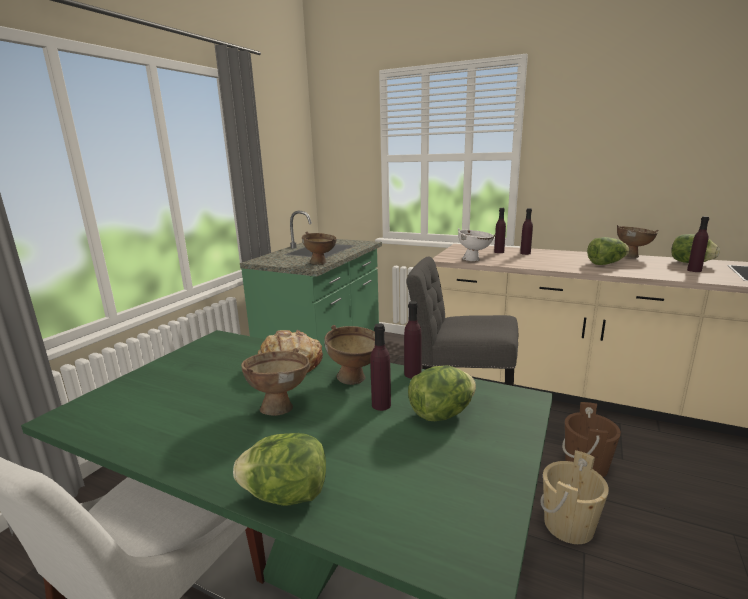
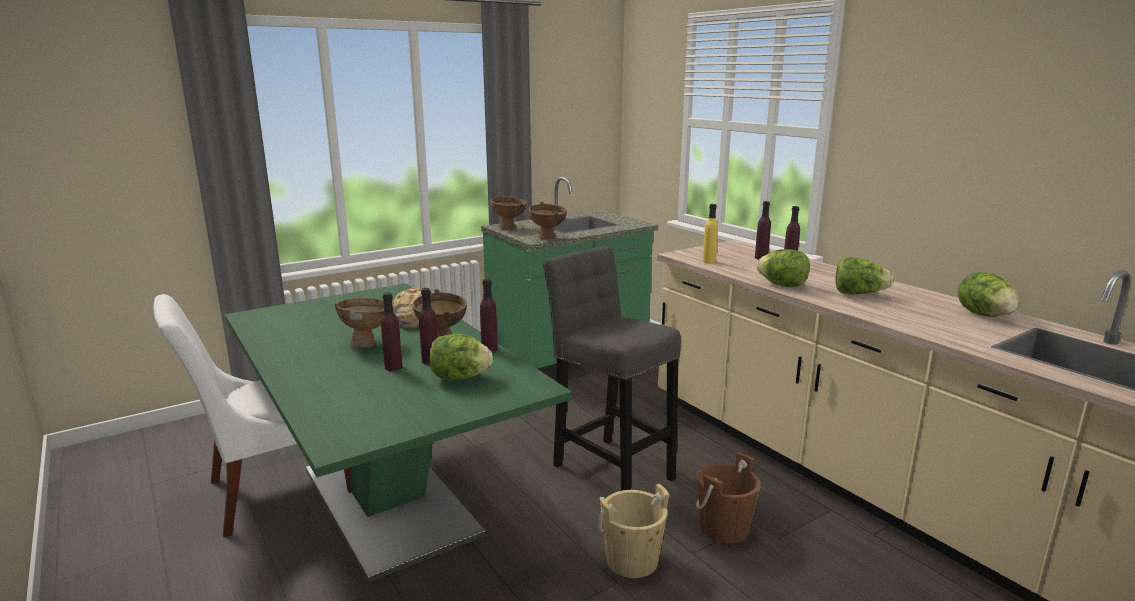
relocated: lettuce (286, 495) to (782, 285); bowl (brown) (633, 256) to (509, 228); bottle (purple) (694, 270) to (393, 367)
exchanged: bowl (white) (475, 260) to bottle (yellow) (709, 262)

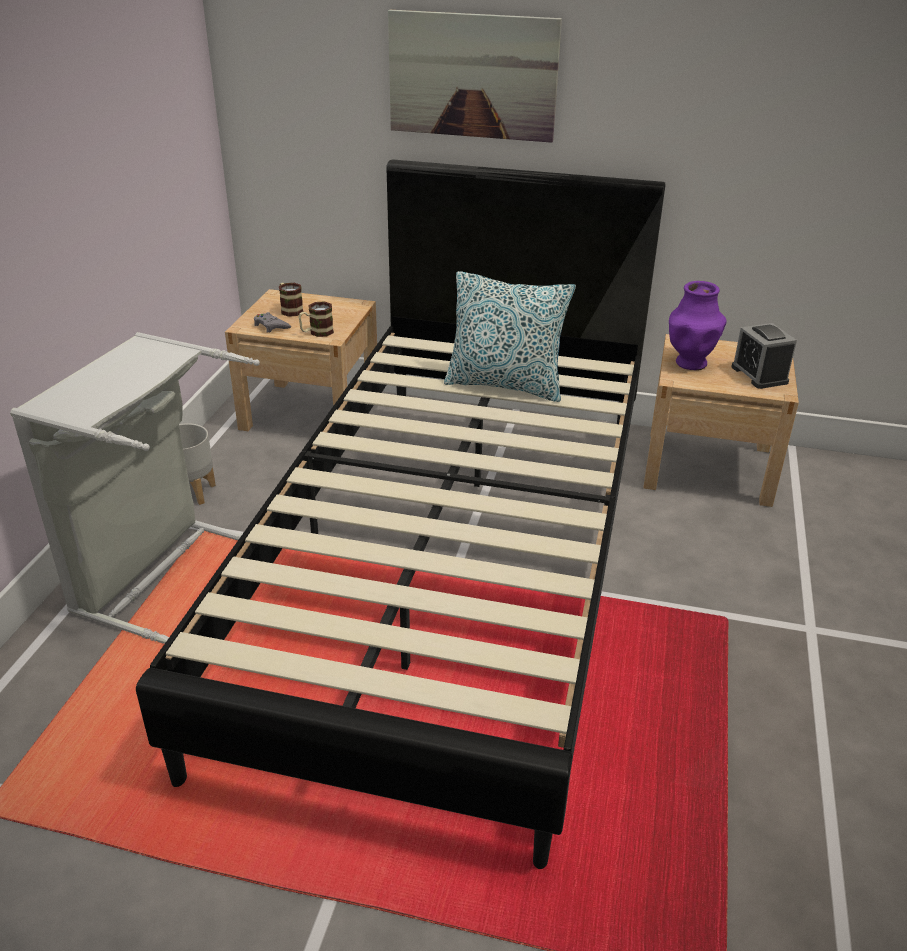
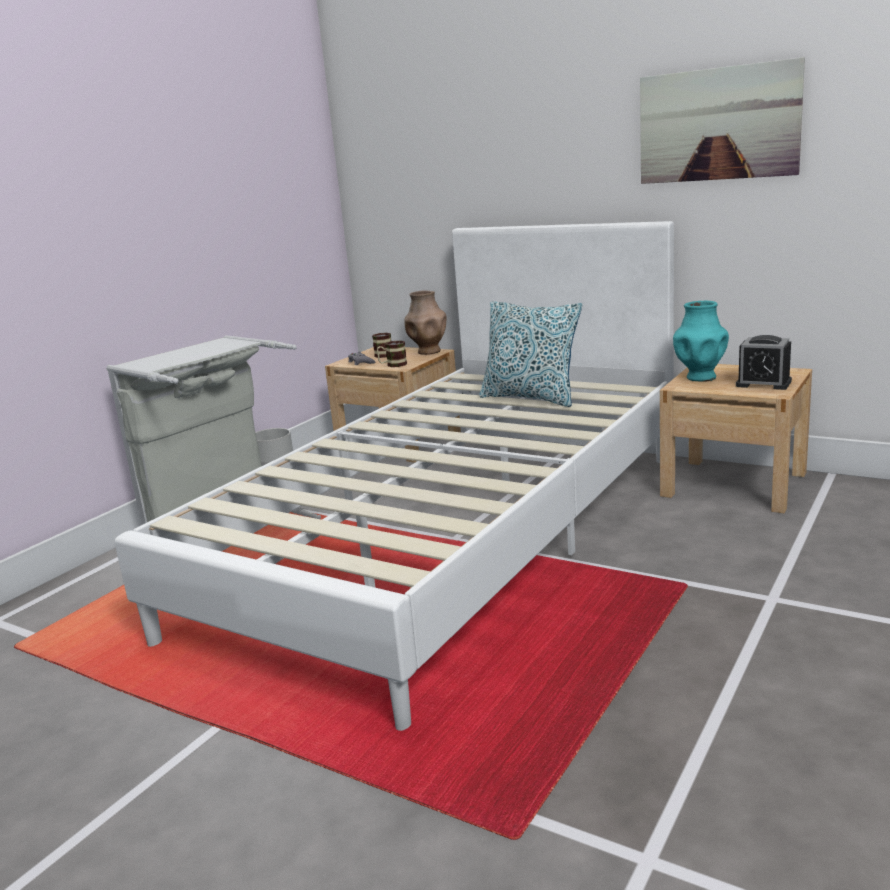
appeared: vase (brown) (428, 352)
relocated: picture (472, 76) to (718, 124)
colour: bed (black) (452, 565) to bed (white) (453, 536); vase (purple) (690, 363) to vase (turquoise) (700, 377)
spun: alarm clock (759, 375) = (763, 383) 60 degrees counterclockwise

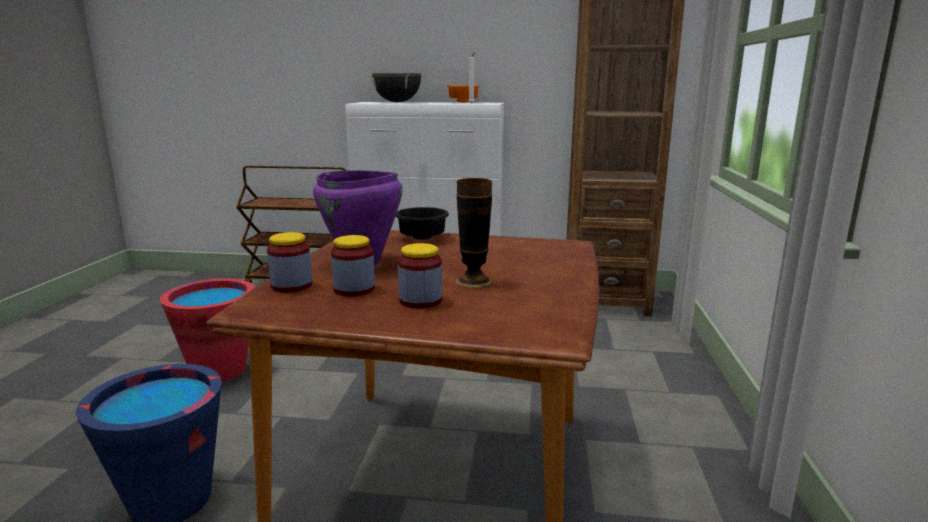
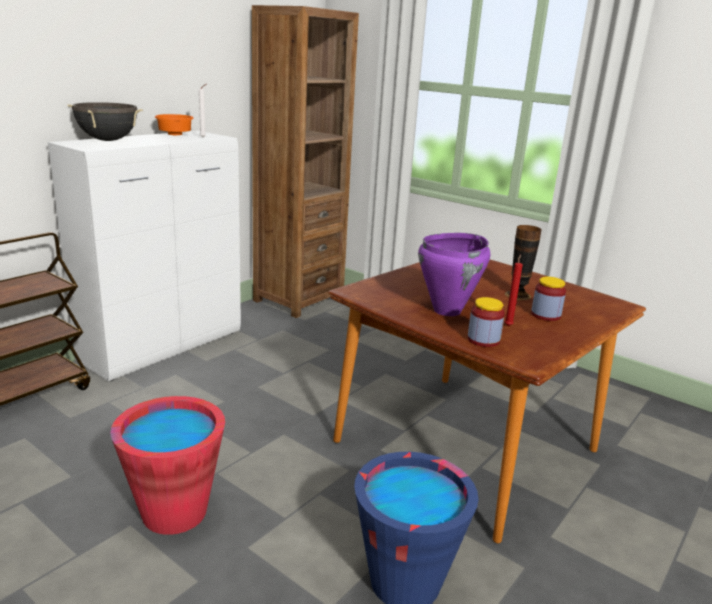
missing: bowl (black) (422, 238)
exchanged: jar (354, 289) to candle (red) (508, 325)

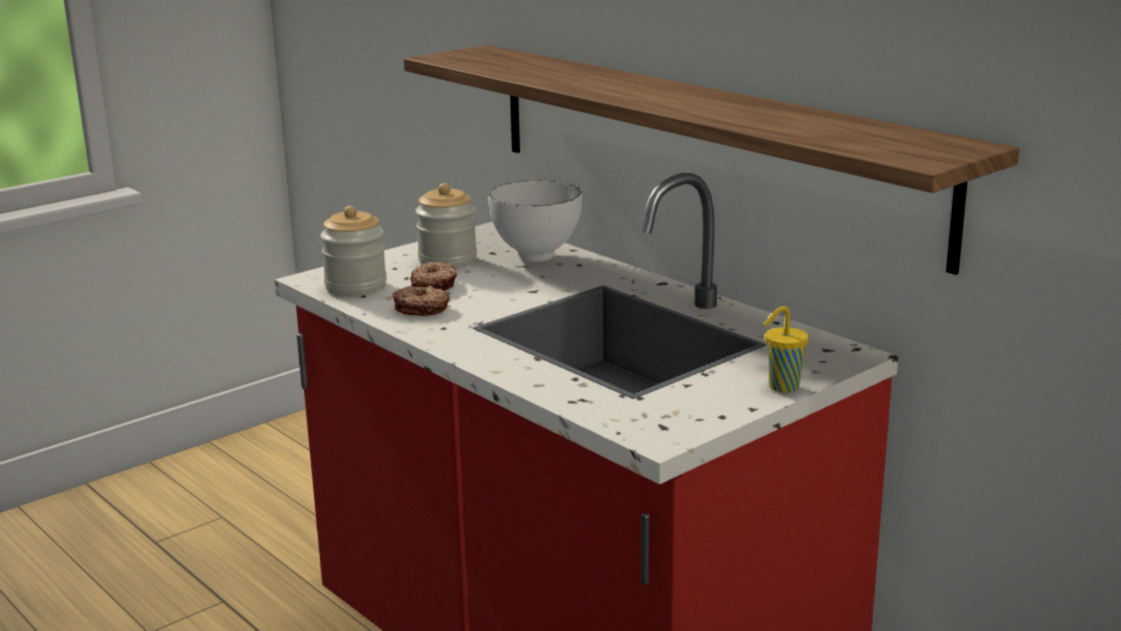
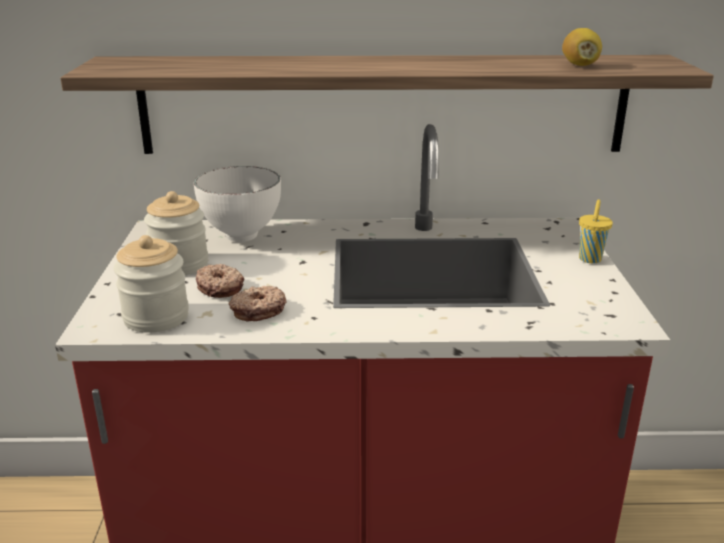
appeared: lemon (580, 65)

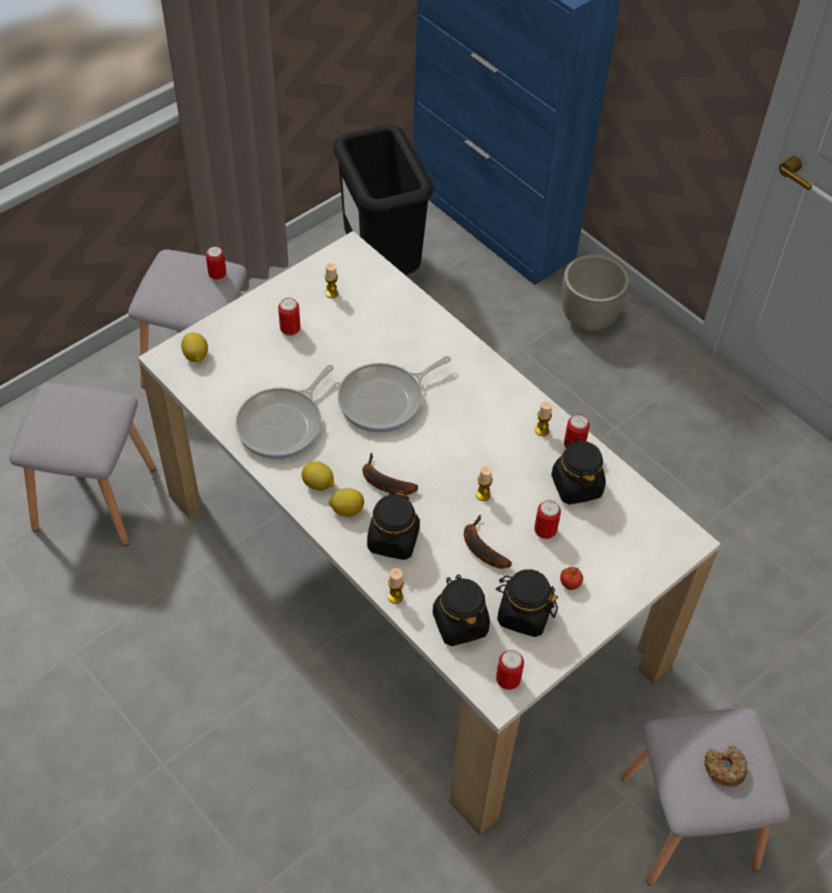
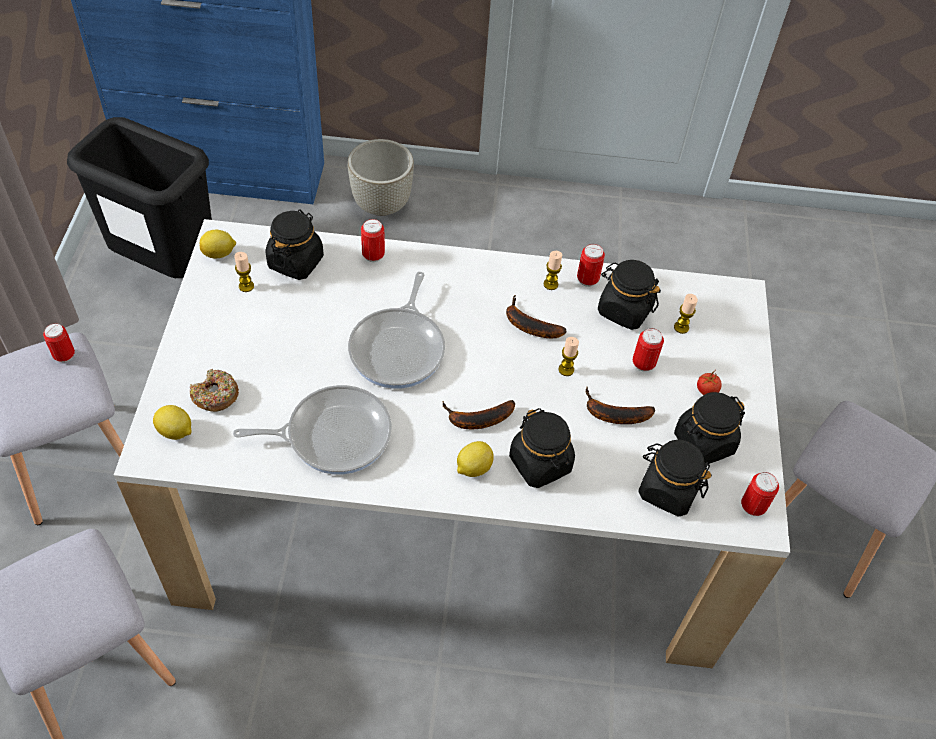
appeared: jar (black) (296, 261); banana (528, 325)
relocated: can (290, 330) to (373, 255); lemon (318, 484) to (219, 254); candle (395, 597) to (681, 327); donut (724, 768) to (215, 396)
spun: frying pan (283, 424) = (333, 434) 90 degrees counterclockwise

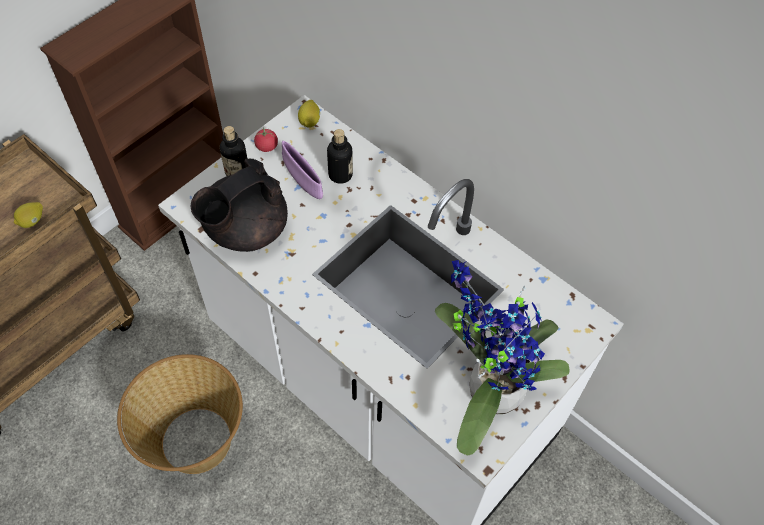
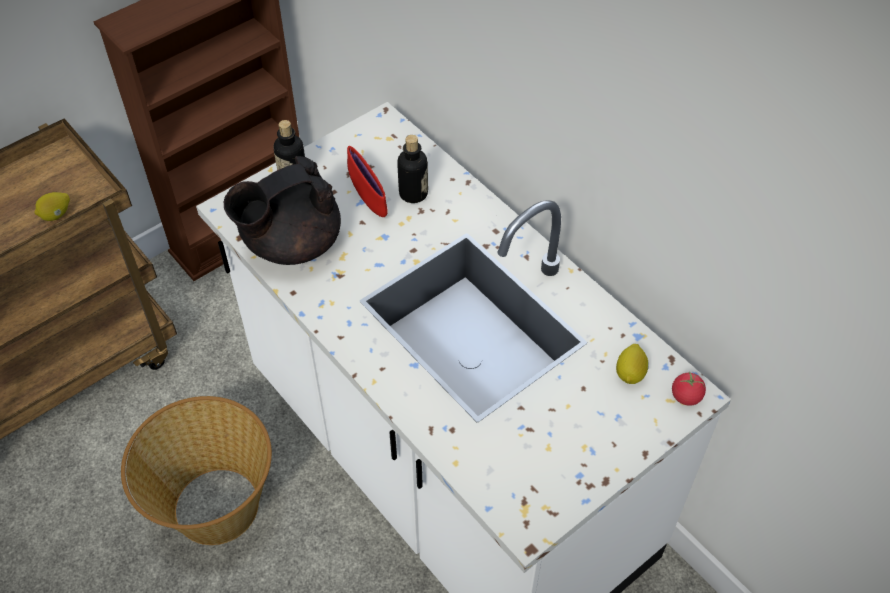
missing: potted plant (487, 389)
relocated: tomato (267, 146) to (686, 396); lemon (310, 121) to (630, 373)
colour: bowl (purple) (303, 181) to bowl (red) (367, 197)

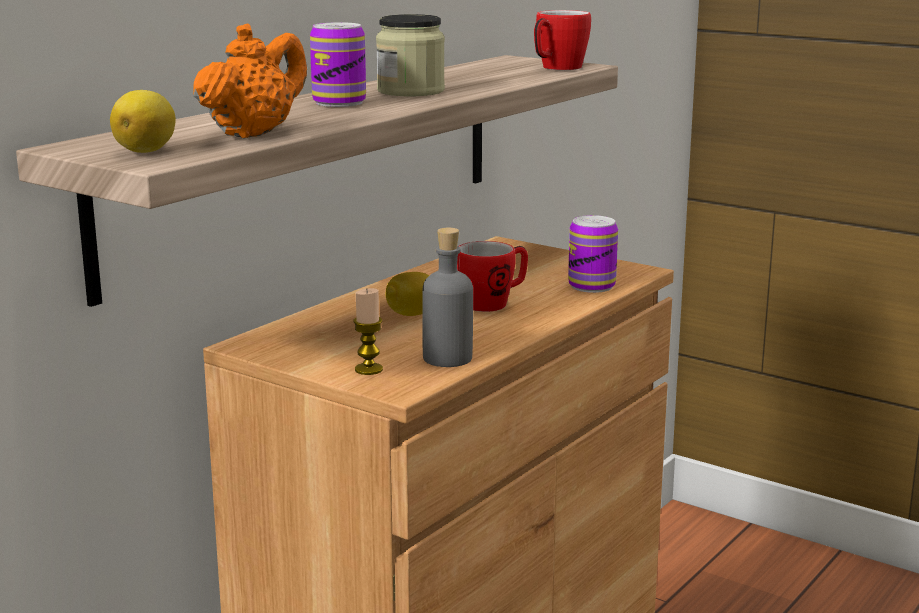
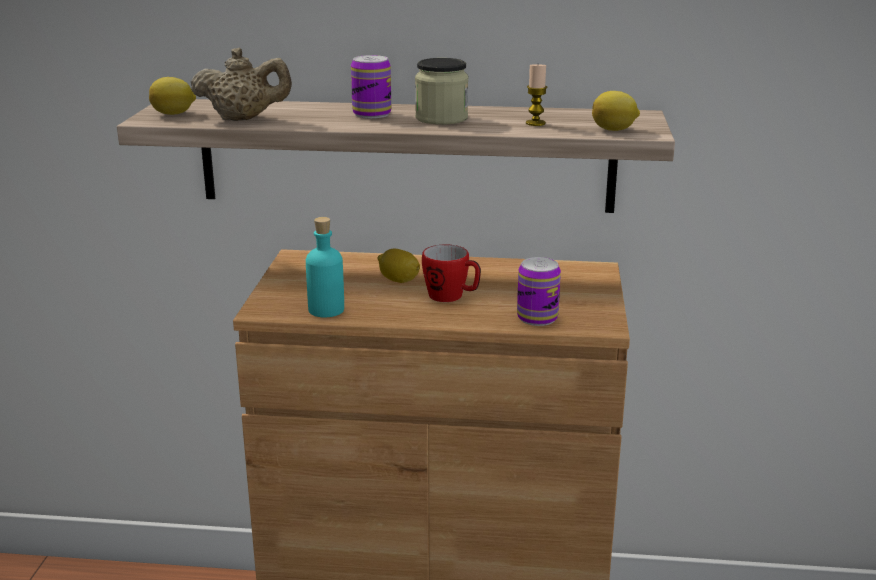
relocated: candle (368, 369) to (535, 123)
exchanged: mug (556, 68) to lemon (614, 130)
colour: teapot (orange) (253, 134) to teapot (beige) (244, 119); bottle (grey) (447, 358) to bottle (turquoise) (326, 310)

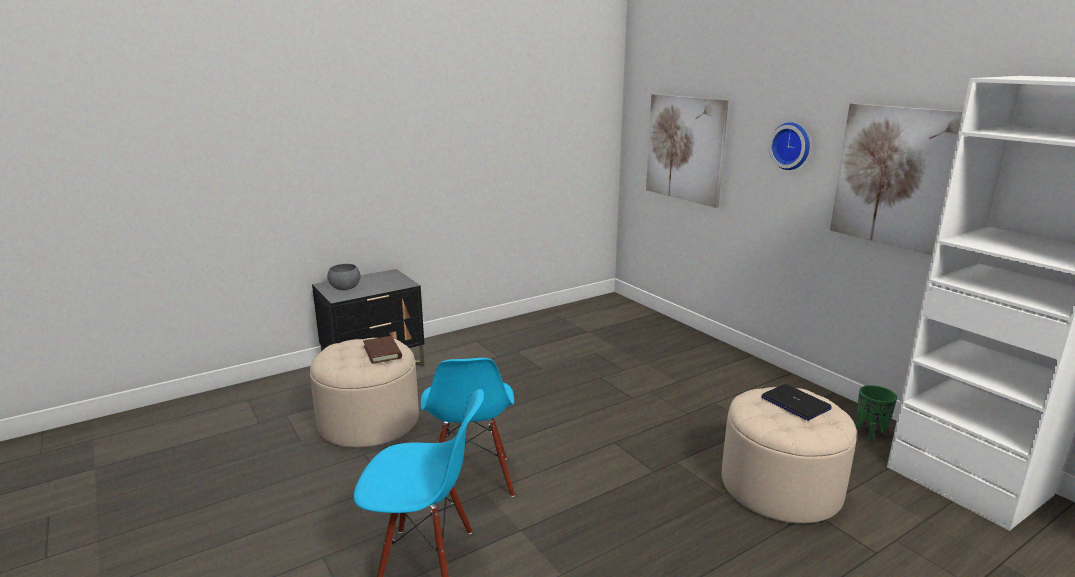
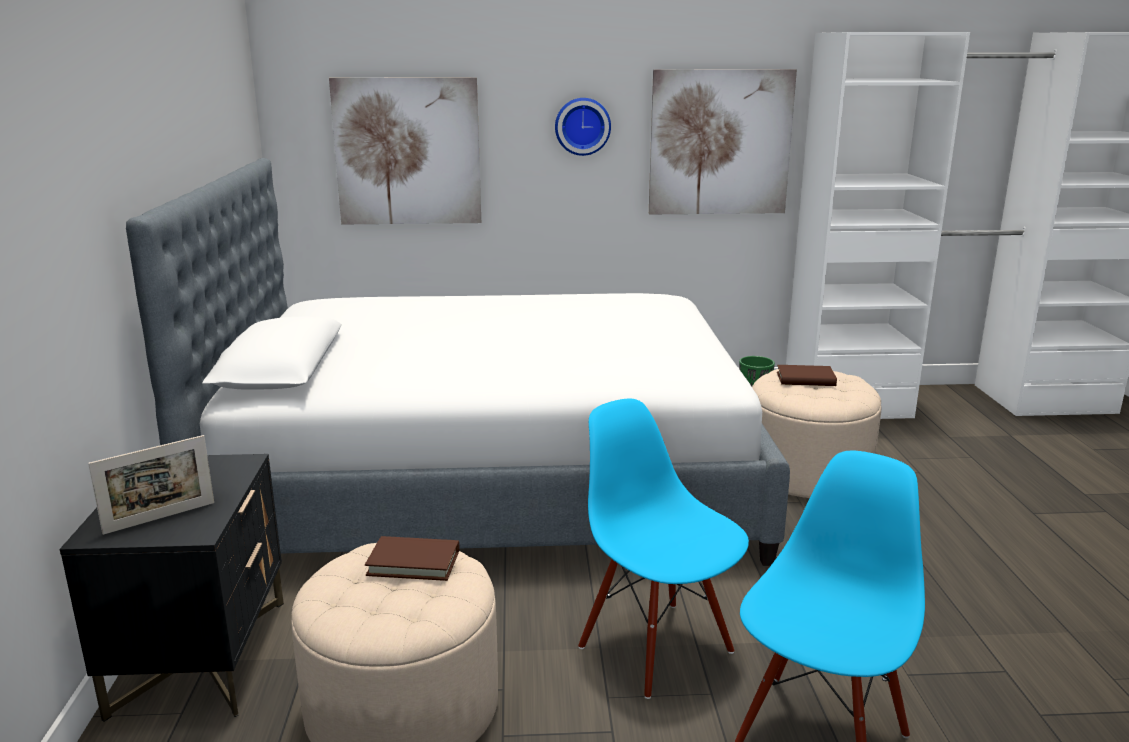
appeared: bed (490, 479)
exchanged: bowl (grey) (345, 288) to picture frame (160, 518); laptop (795, 403) to book (brown) (805, 379)
spun: chair (blue) (470, 479) = (657, 648) 150 degrees counterclockwise

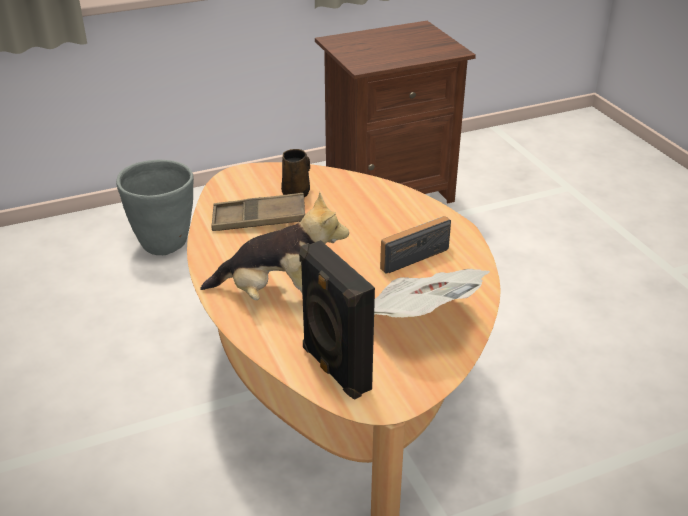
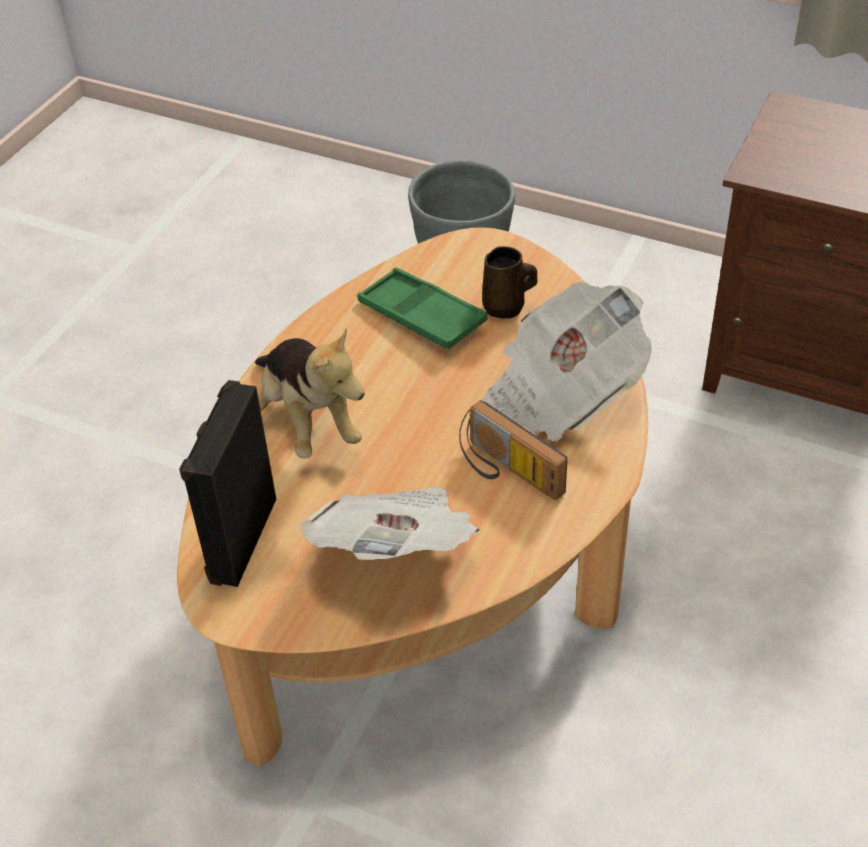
appeared: newspaper (562, 392)
colour: tray (brown) (259, 219) to tray (green) (421, 316)
spun: radio (412, 254) = (506, 471) 150 degrees counterclockwise

